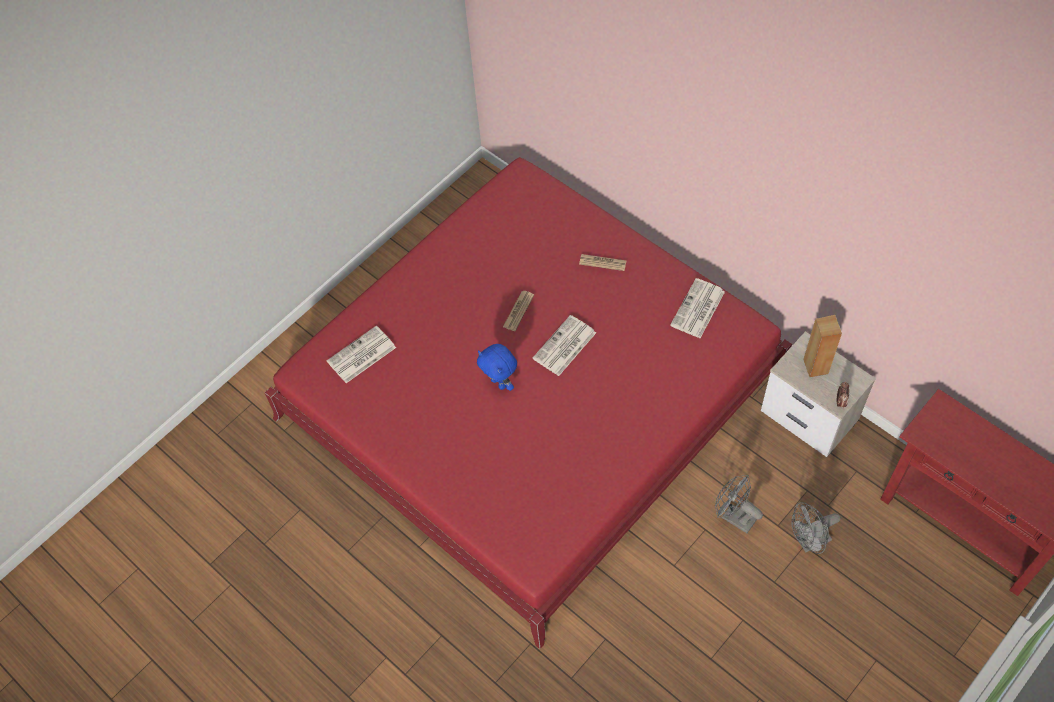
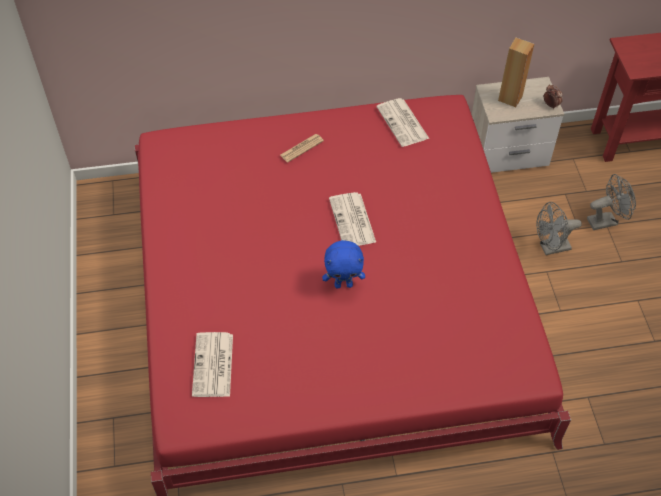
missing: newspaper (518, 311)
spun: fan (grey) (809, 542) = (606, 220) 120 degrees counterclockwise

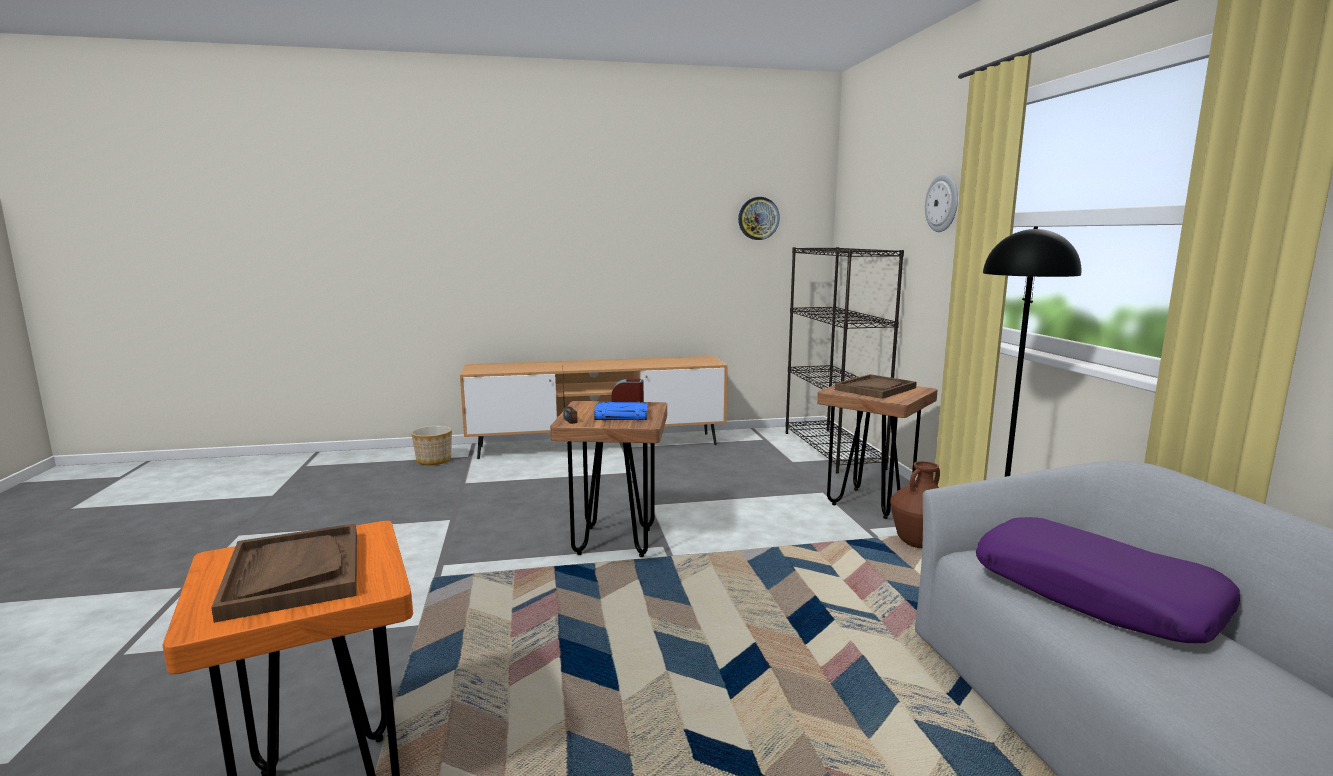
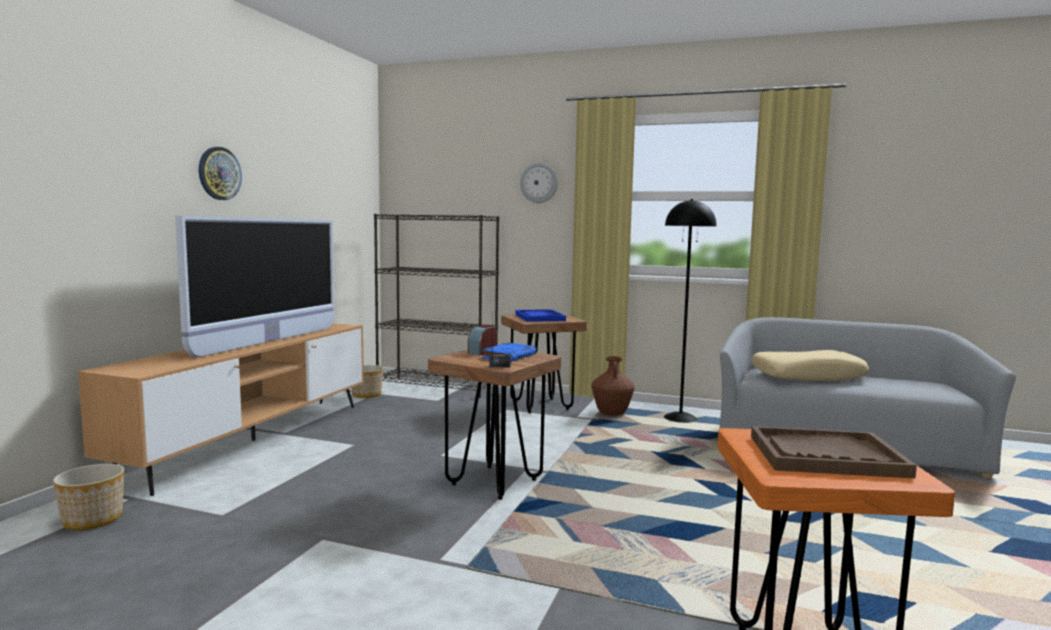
appeared: television (269, 341); planter (366, 394)
relocated: wall clock (758, 218) to (219, 173)
colour: tray (brown) (875, 389) to tray (blue) (539, 317); pillow (purple) (1095, 595) to pillow (beige) (807, 376)

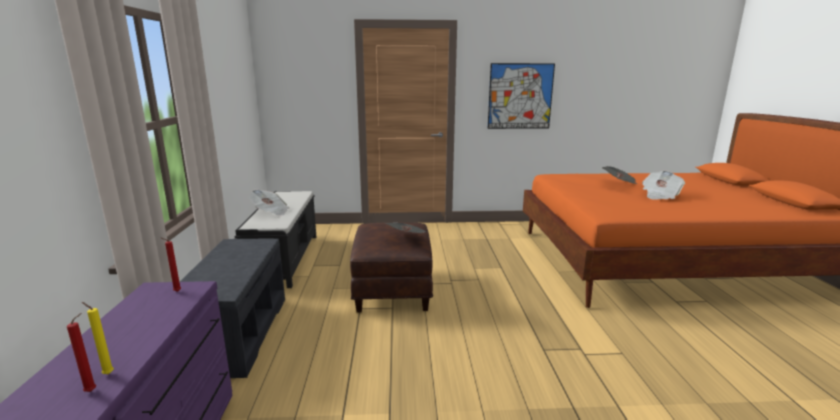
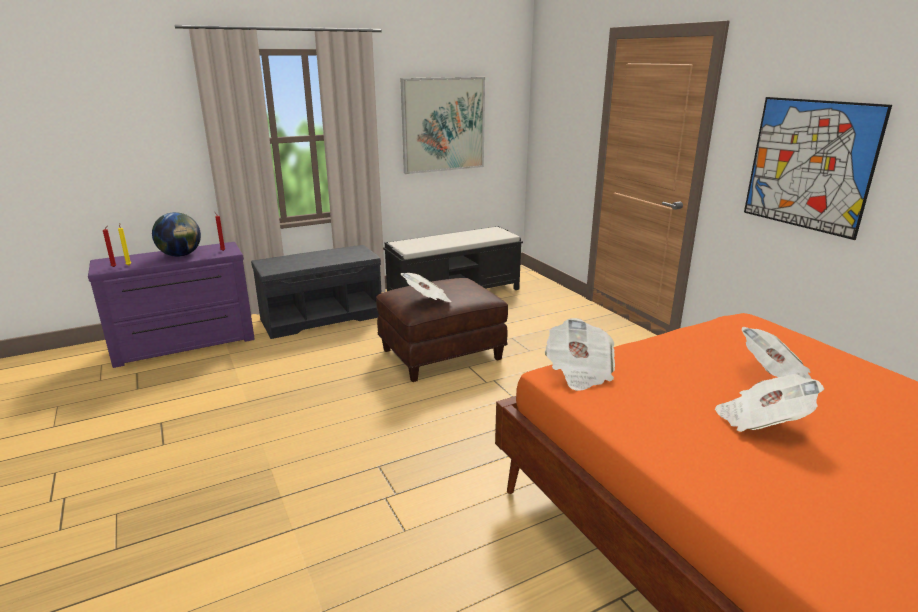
appeared: globe (181, 255); picture (443, 124)
relocated: newspaper (270, 212) to (579, 372)

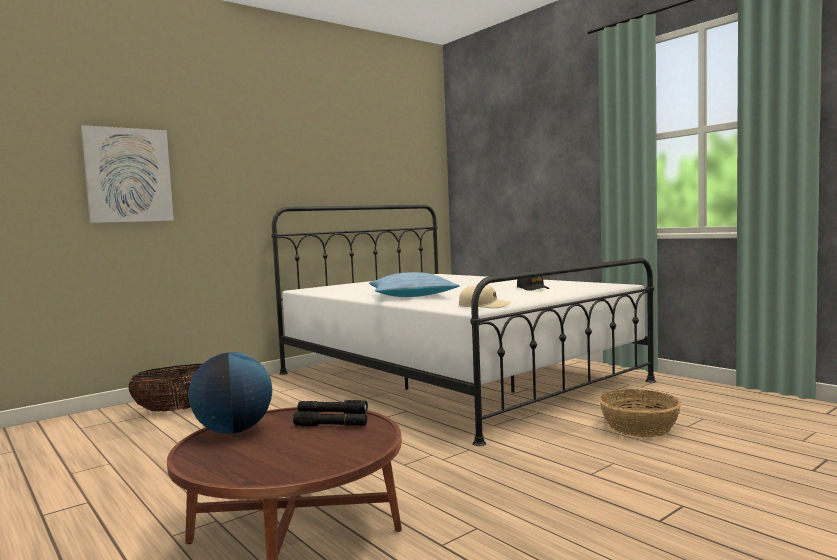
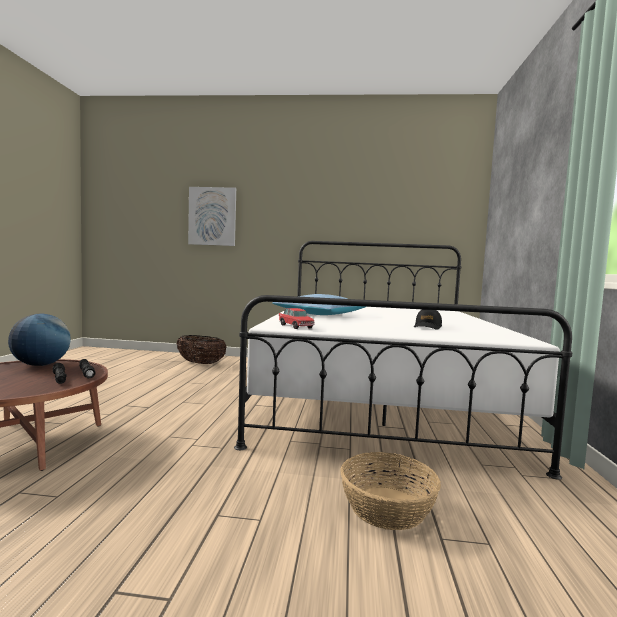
exchanged: cap (beige) (484, 306) to toy car (296, 326)

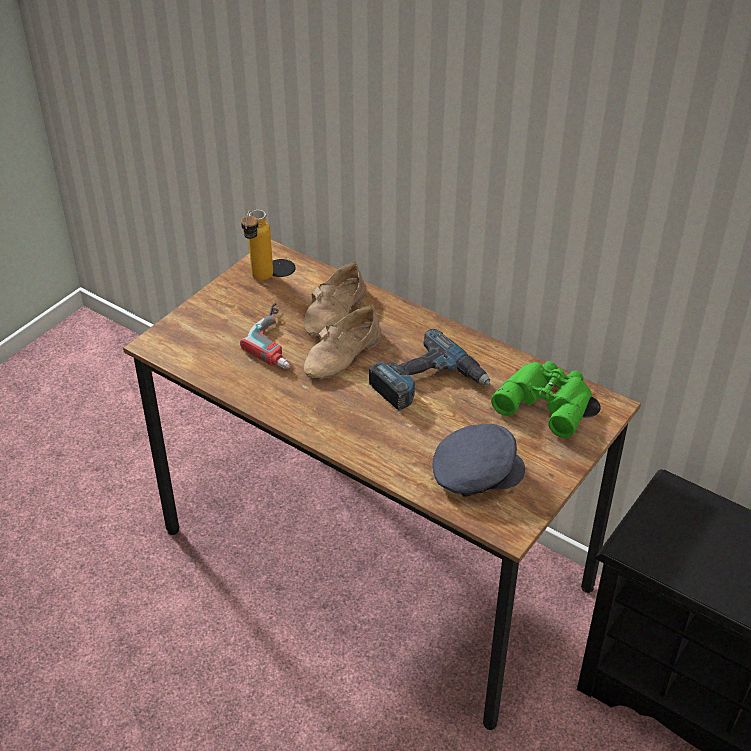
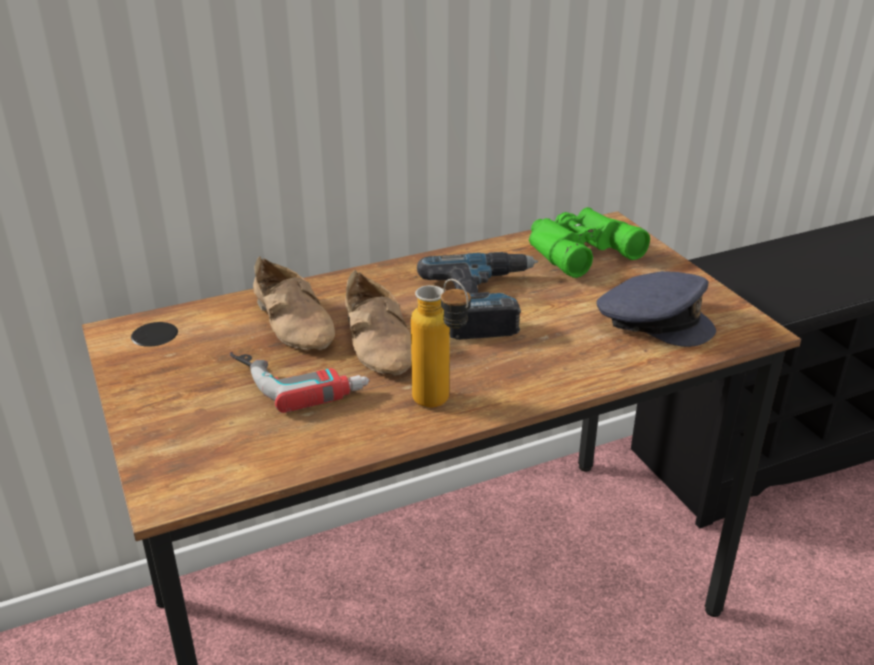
relocated: bottle (259, 280) to (441, 405)
spun: cap (grey) (475, 472) = (654, 320) 105 degrees clockwise

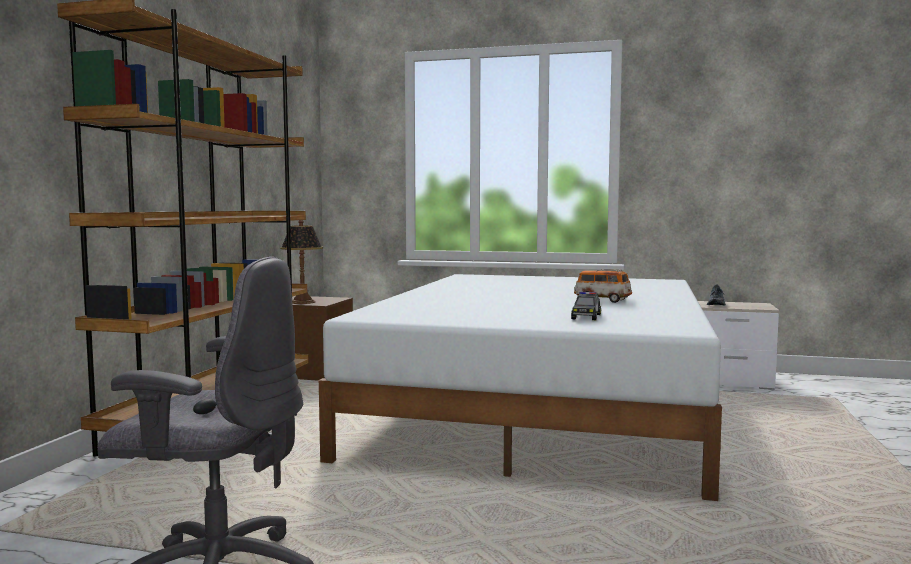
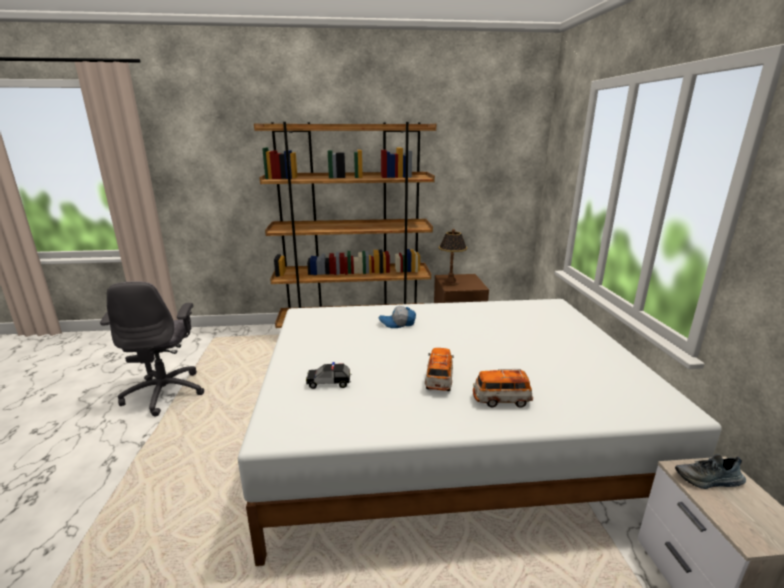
appeared: cap (397, 323); toy car (501, 400)

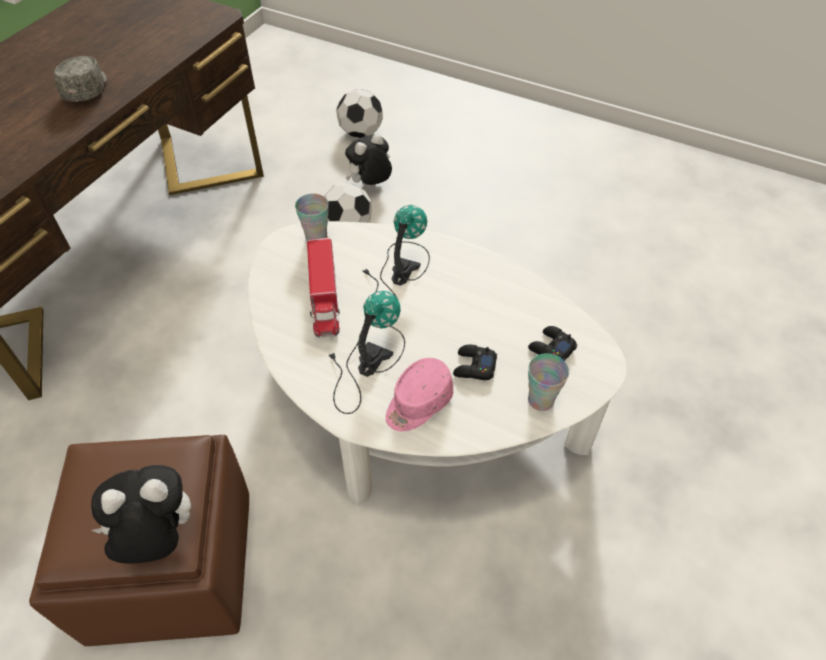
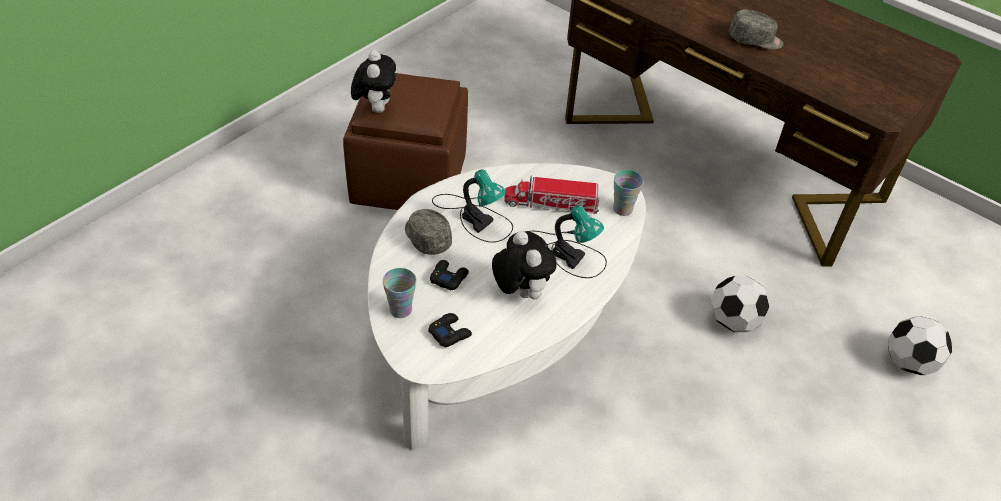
relocated: plush toy (370, 185) to (520, 292)
colour: cap (pink) (418, 403) to cap (grey) (426, 237)

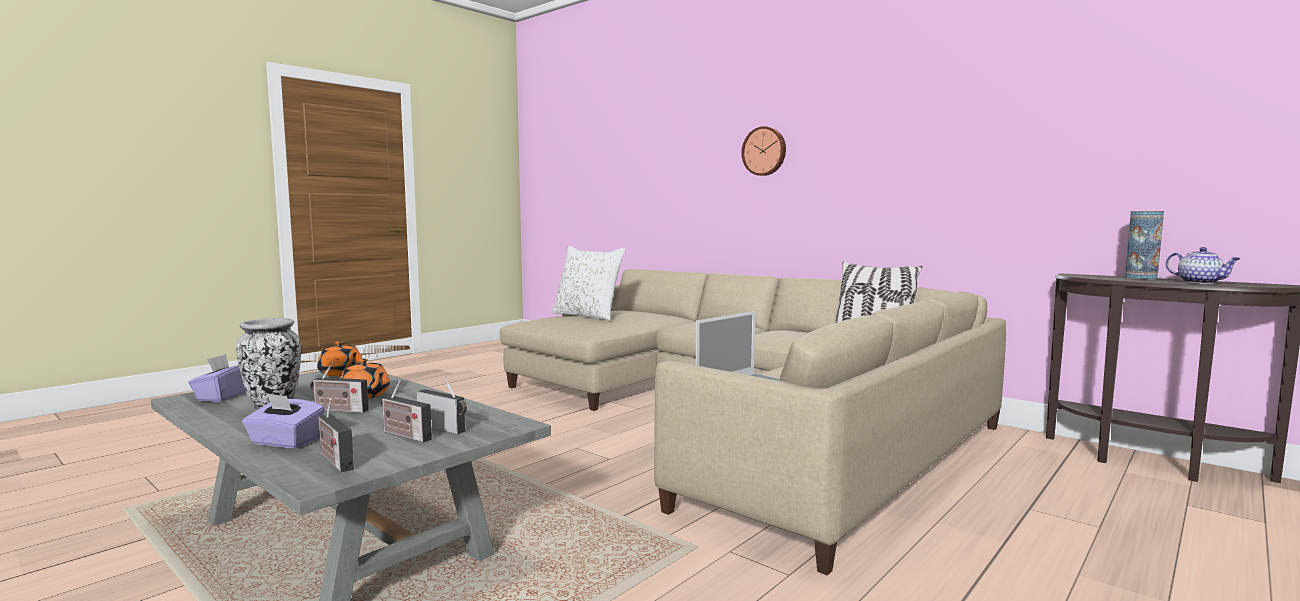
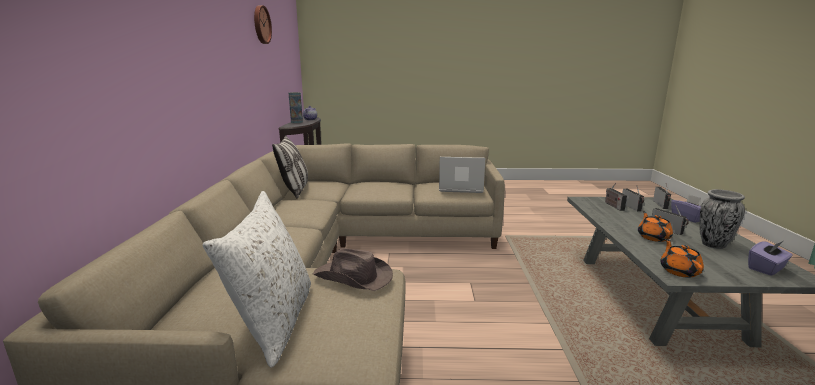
appeared: hat (brown) (353, 277)
relocated: wall clock (764, 151) to (261, 24)

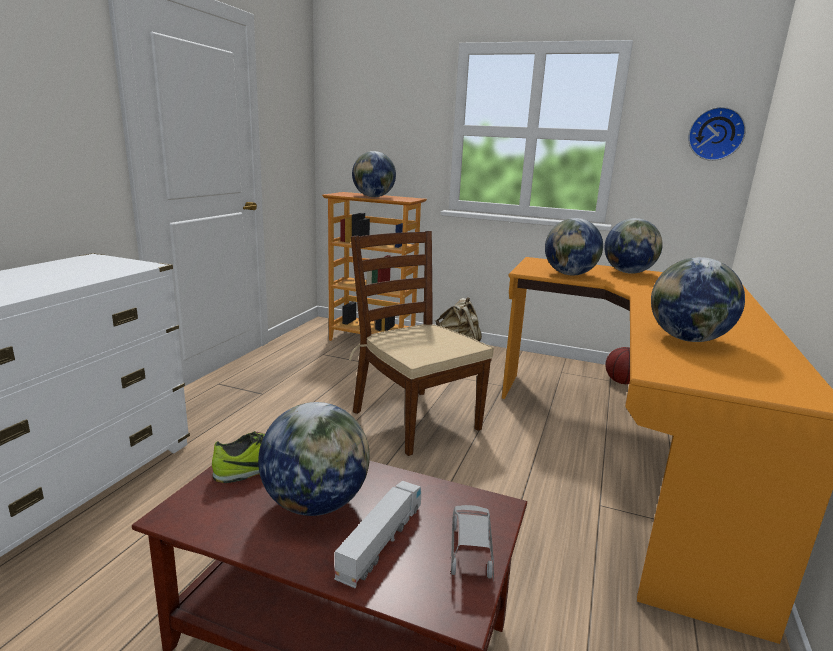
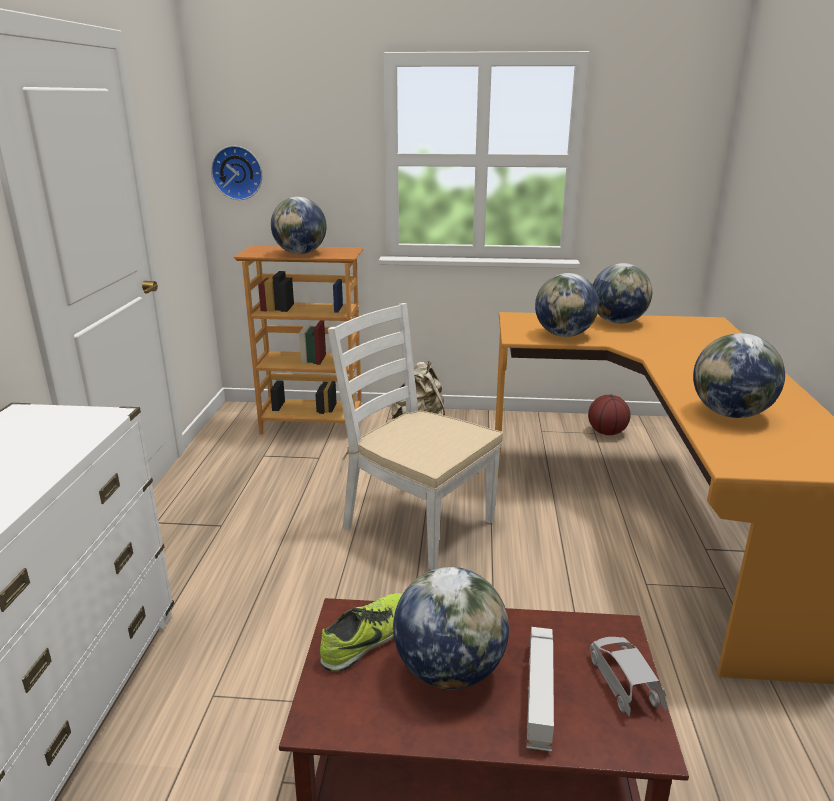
relocated: wall clock (715, 134) to (238, 172)
colour: chair (brown) (414, 419) to chair (white) (417, 524)

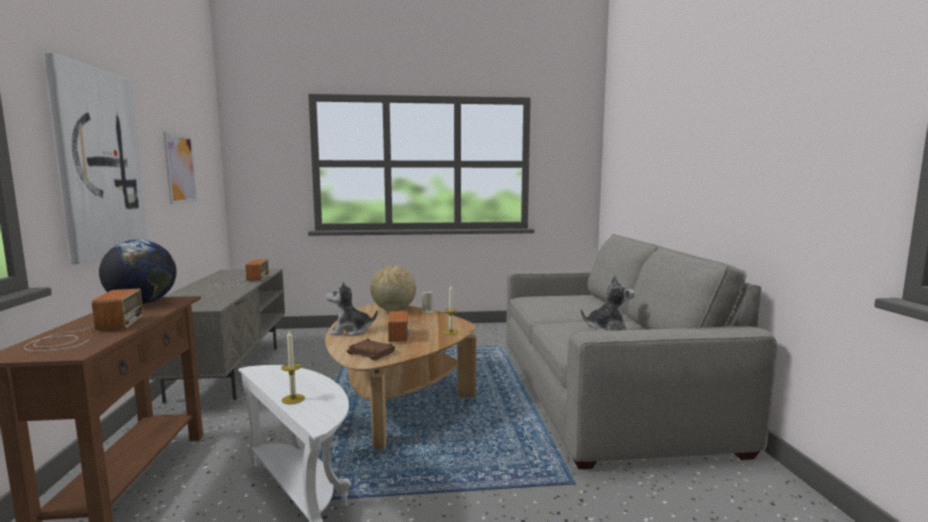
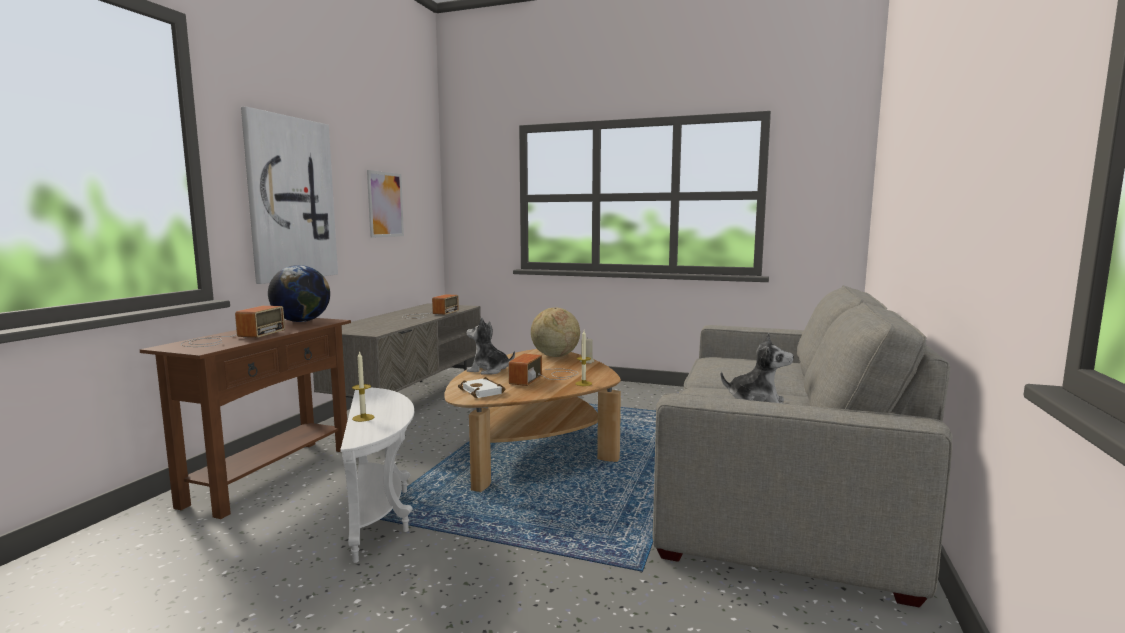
colour: book (brown) (373, 353) to book (white) (483, 392)

